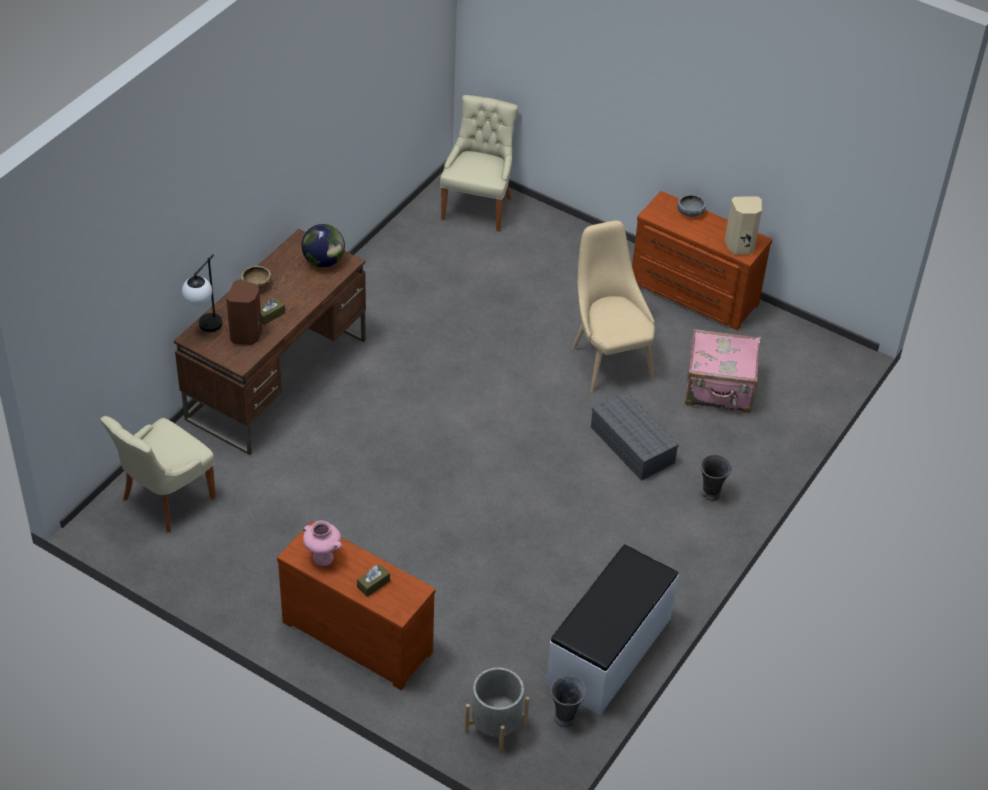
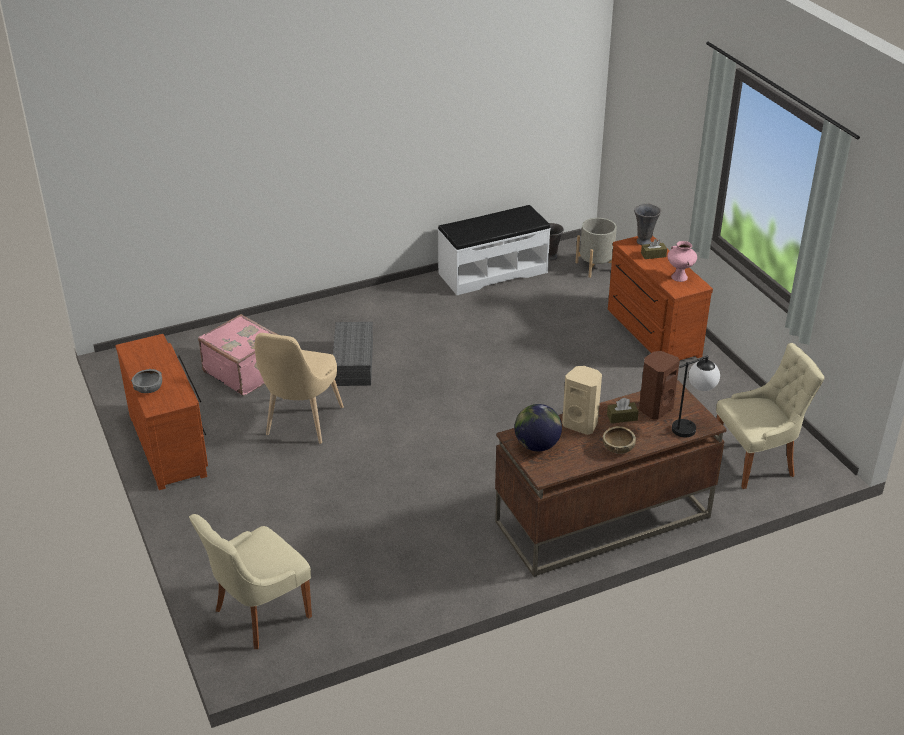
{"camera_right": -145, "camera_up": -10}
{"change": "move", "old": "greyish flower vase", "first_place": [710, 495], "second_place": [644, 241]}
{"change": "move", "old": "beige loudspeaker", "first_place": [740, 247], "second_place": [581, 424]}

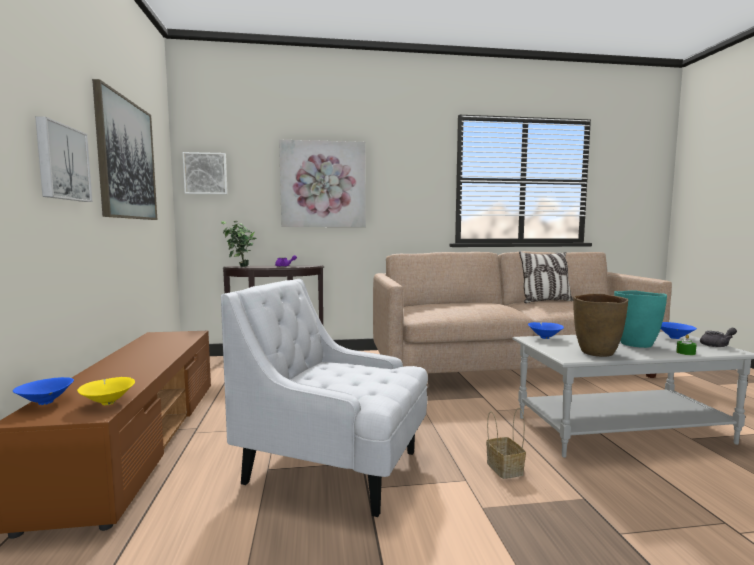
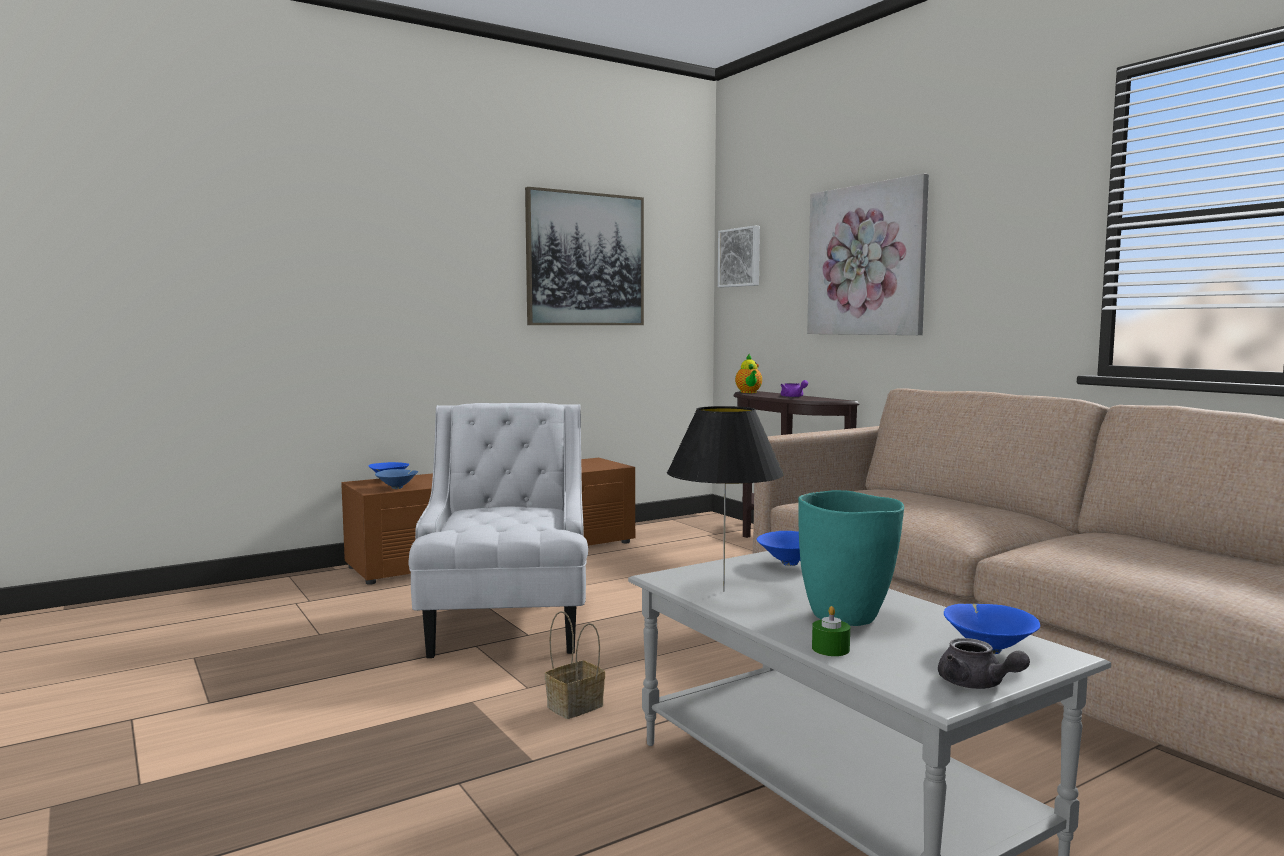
{"camera_right": 65, "camera_up": 0}
{"change": "delete", "old": "wall art", "first_place": [61, 163]}
{"change": "delete", "old": "throw pillow", "first_place": [545, 301]}
{"change": "replace", "old": "potted plant", "new": "tea pot", "first_place": [240, 267], "second_place": [748, 392]}
{"change": "replace", "old": "brown-coloured flower vase", "new": "black-coloured table lamp", "first_place": [597, 353], "second_place": [724, 591]}
{"change": "recolor", "old": "yellow-coloured serving bowl", "new": "blue-coloured serving bowl", "first_place": [108, 402], "second_place": [398, 488]}

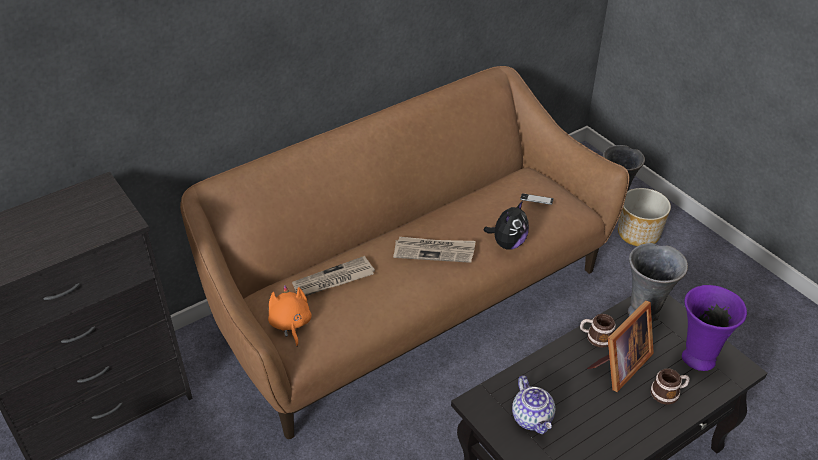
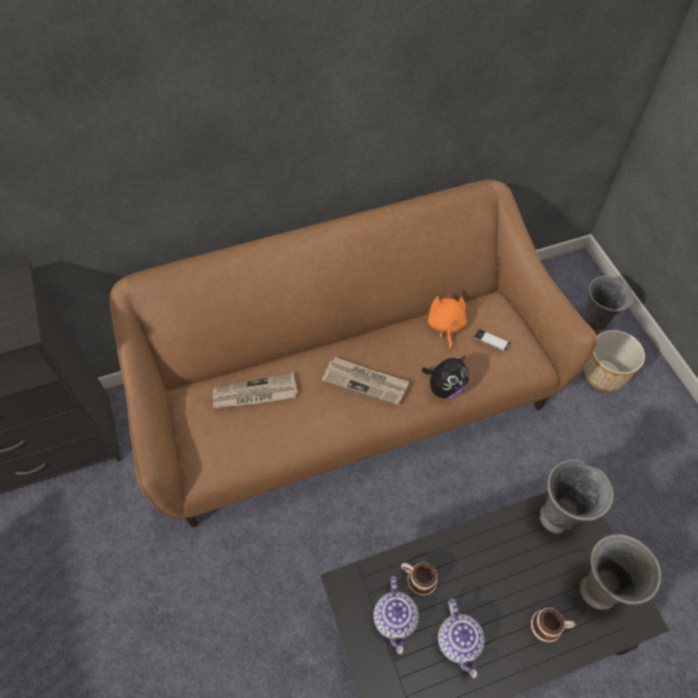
{"camera_right": 15, "camera_up": 15}
{"change": "delete", "old": "photo frame", "first_place": [619, 366]}
{"change": "insert", "new": "tea pot", "second_place": [459, 642]}
{"change": "move", "old": "orange plush toy", "first_place": [290, 324], "second_place": [445, 326]}
{"change": "move", "old": "tea mug", "first_place": [596, 337], "second_place": [417, 579]}
{"change": "recolor", "old": "purplish flower vase", "new": "greyish flower vase", "first_place": [697, 358], "second_place": [596, 590]}

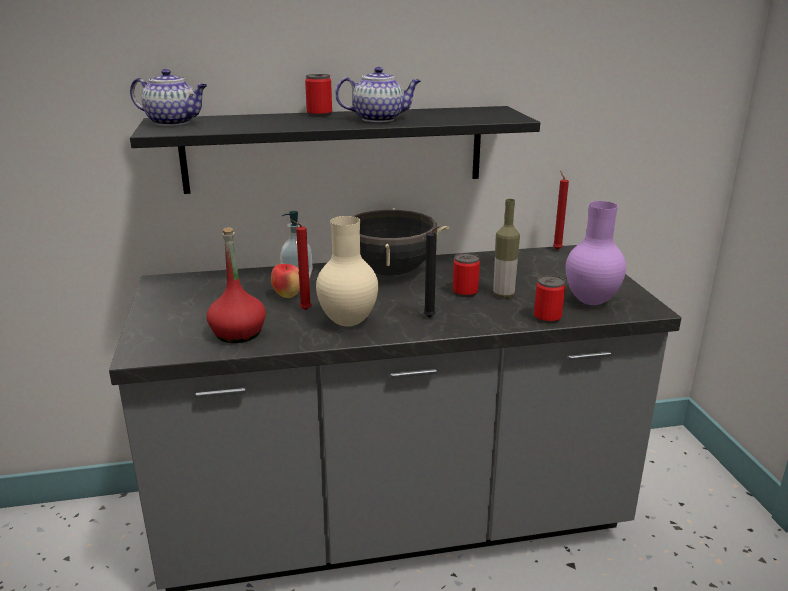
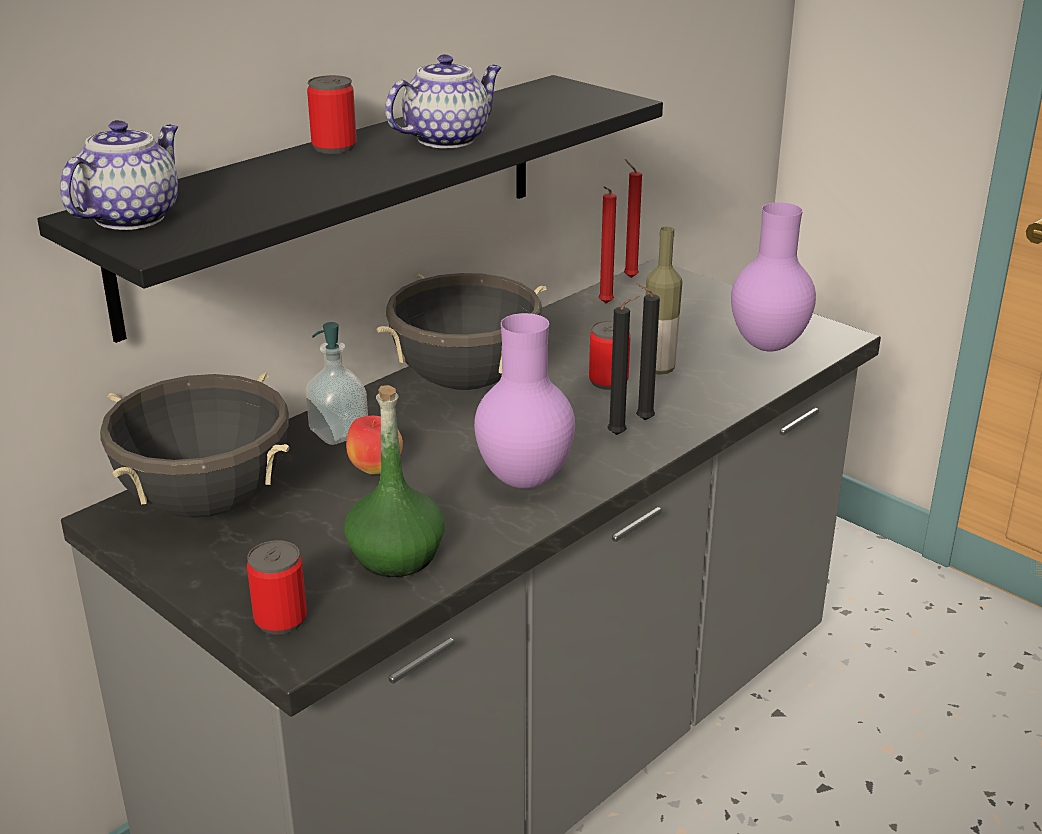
{"camera_right": -35, "camera_up": 5}
{"change": "insert", "new": "black-coloured saucepot", "second_place": [206, 503]}
{"change": "insert", "new": "black-coloured wax light", "second_place": [641, 420]}
{"change": "move", "old": "red-coloured wax light", "first_place": [303, 310], "second_place": [604, 304]}
{"change": "move", "old": "metal can", "first_place": [547, 318], "second_place": [280, 619]}
{"change": "recolor", "old": "red-coloured beverage bottle", "new": "green-coloured beverage bottle", "first_place": [238, 333], "second_place": [397, 556]}
{"change": "recolor", "old": "beige flower vase", "new": "purplish flower vase", "first_place": [347, 322], "second_place": [522, 480]}
{"change": "rotate", "old": "tea pot", "first_place": [174, 122], "second_place": [131, 217], "degrees": -45}

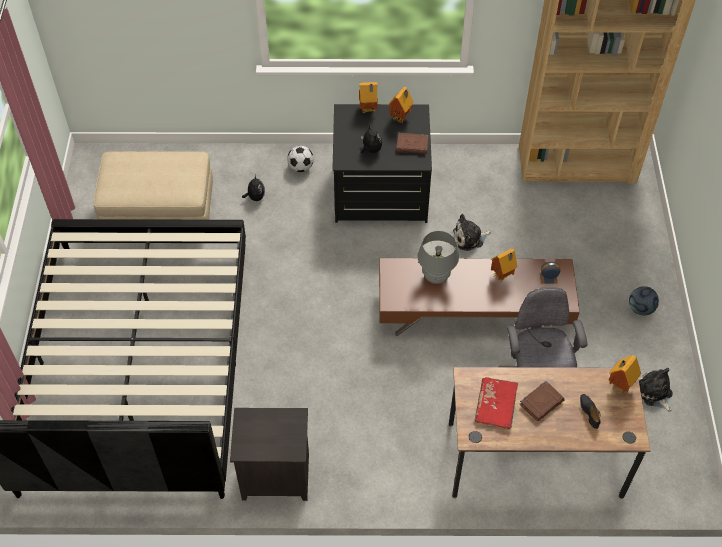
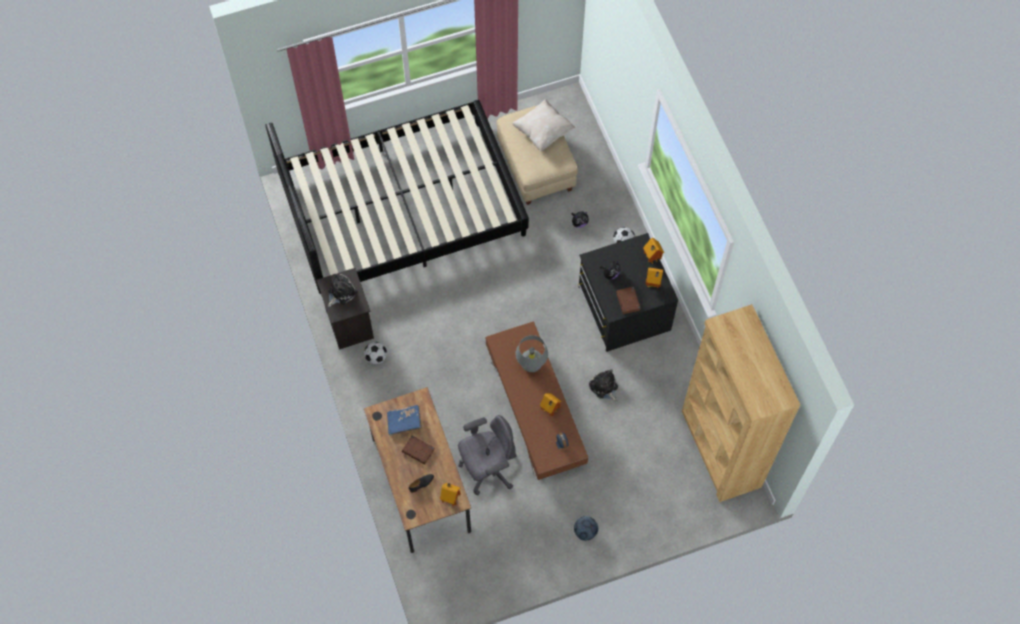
{"camera_right": 70, "camera_up": 10}
{"change": "insert", "new": "football", "second_place": [376, 358]}
{"change": "insert", "new": "beige throw pillow", "second_place": [543, 132]}
{"change": "move", "old": "plush toy", "first_place": [654, 393], "second_place": [341, 292]}
{"change": "recolor", "old": "red-coloured volume", "new": "blue-coloured volume", "first_place": [495, 407], "second_place": [404, 422]}

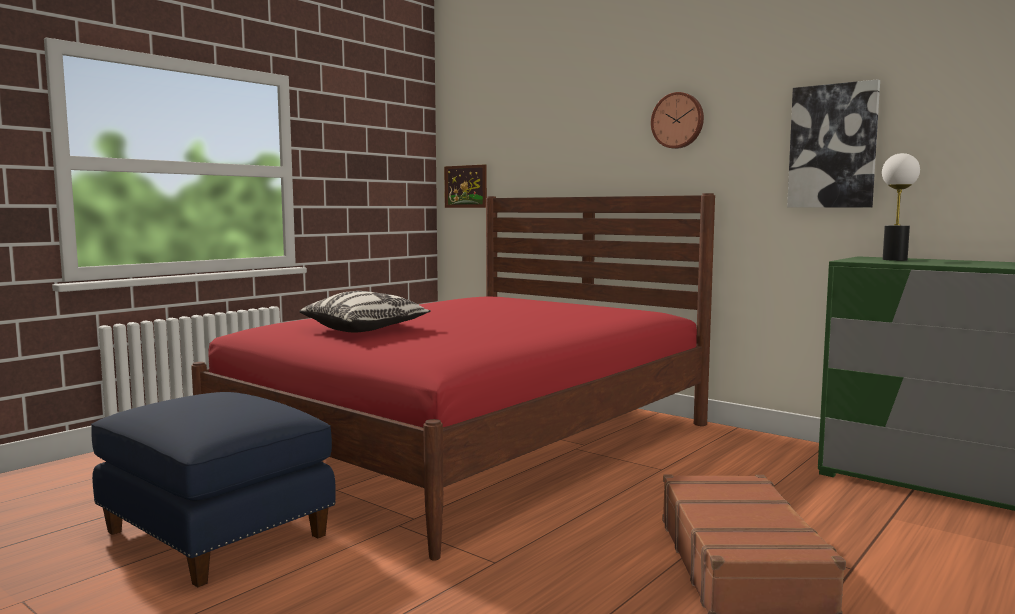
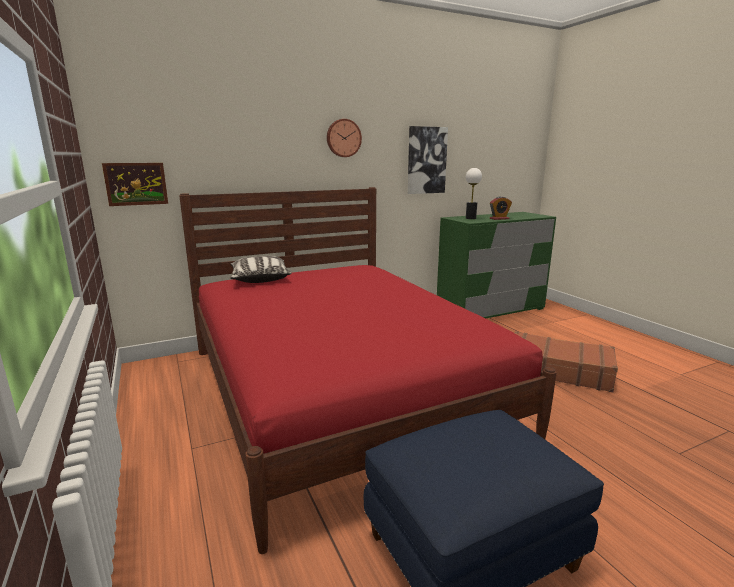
{"camera_right": -65, "camera_up": 10}
{"change": "insert", "new": "alarm clock", "second_place": [499, 219]}
{"change": "move", "old": "throw pillow", "first_place": [365, 329], "second_place": [259, 279]}

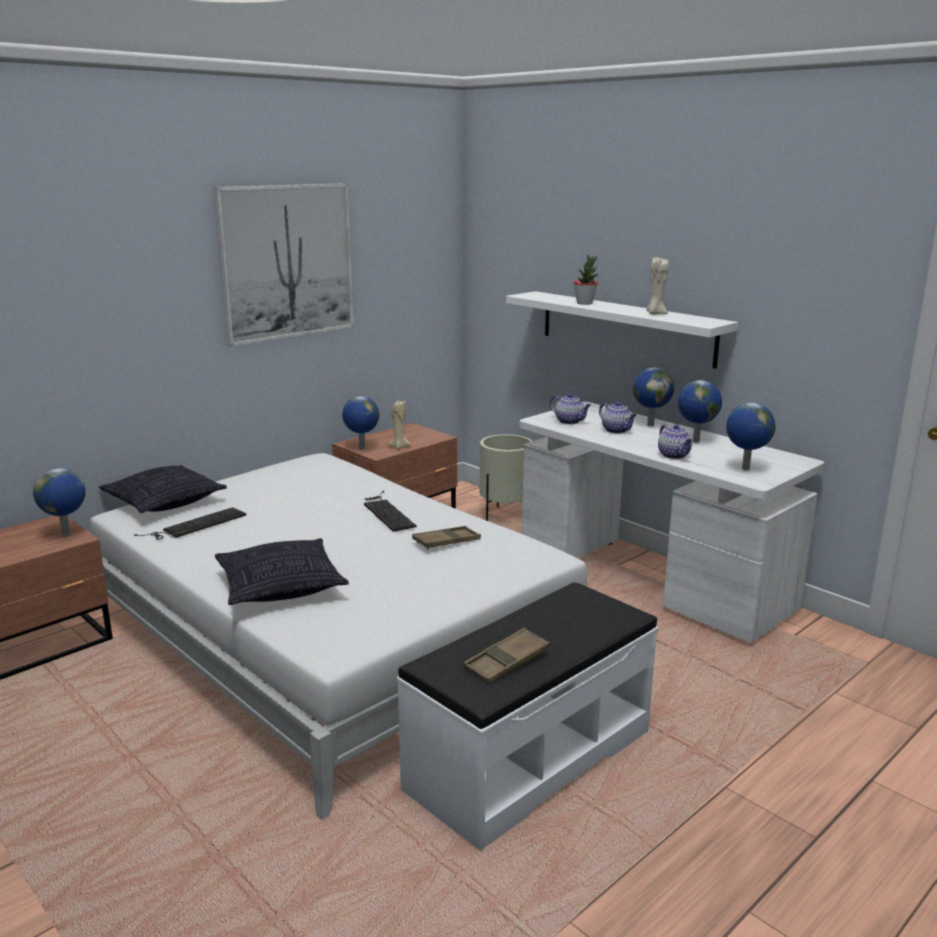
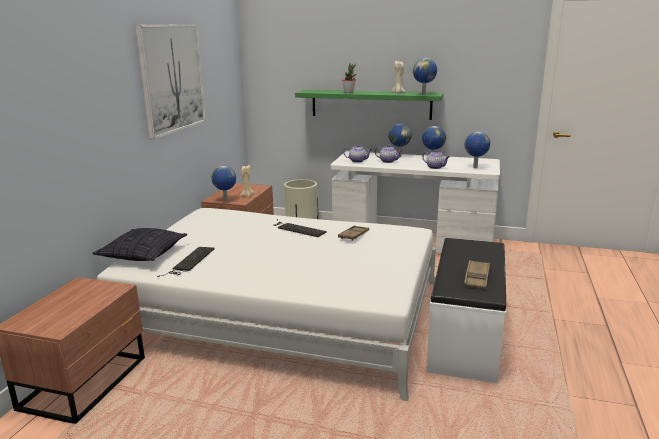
{"camera_right": -30, "camera_up": 0}
{"change": "delete", "old": "throw pillow", "first_place": [281, 587]}
{"change": "move", "old": "world globe", "first_place": [67, 534], "second_place": [424, 94]}
{"change": "recolor", "old": "whitish wall shelf", "new": "green-coloured wall shelf", "first_place": [625, 328], "second_place": [370, 104]}

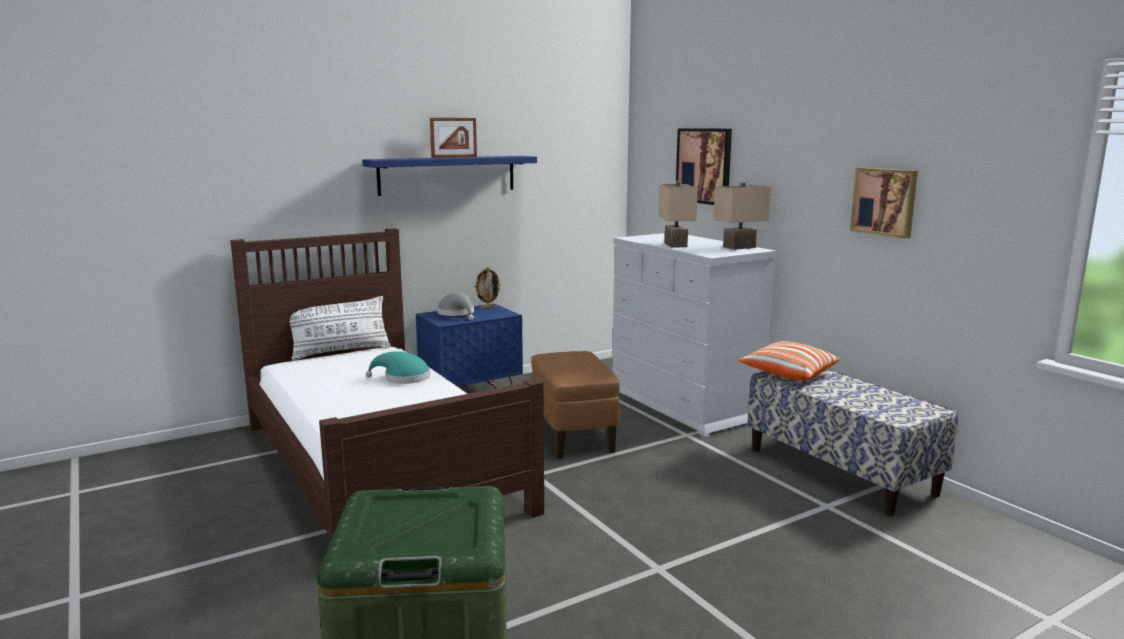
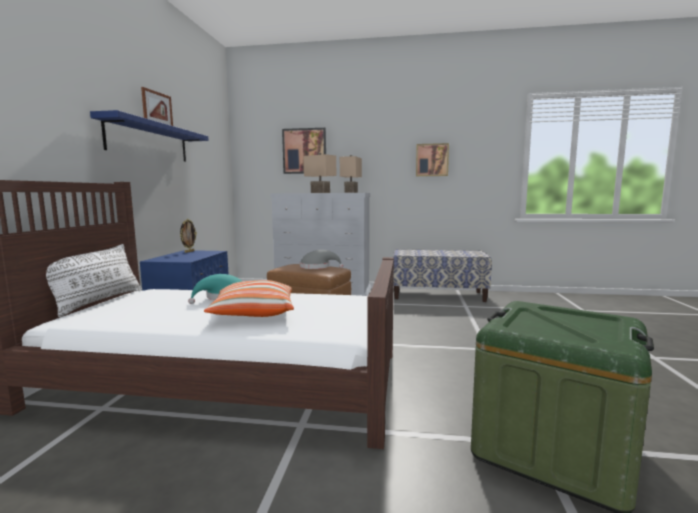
{"camera_right": -50, "camera_up": -5}
{"change": "move", "old": "greyish clothing hat", "first_place": [457, 314], "second_place": [317, 267]}
{"change": "move", "old": "throw pillow", "first_place": [788, 374], "second_place": [253, 313]}

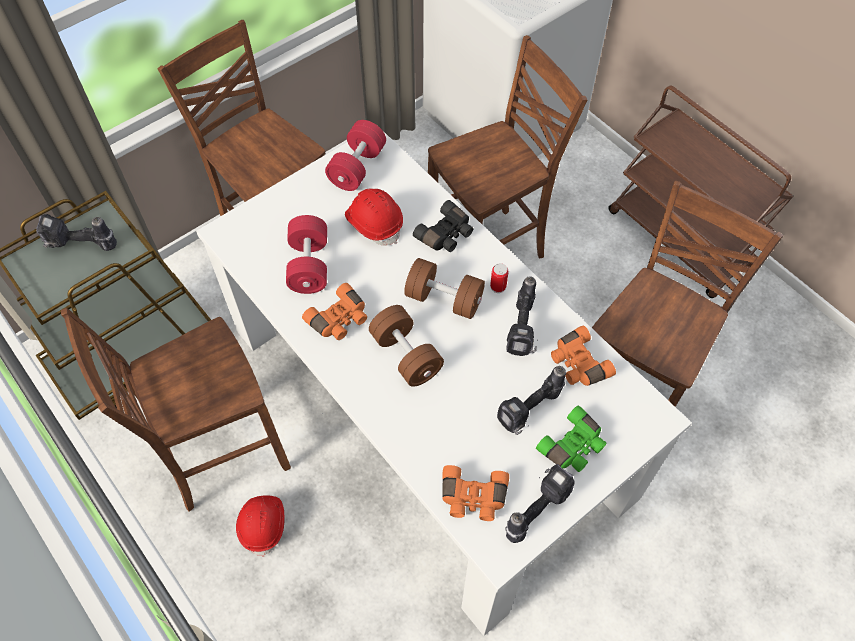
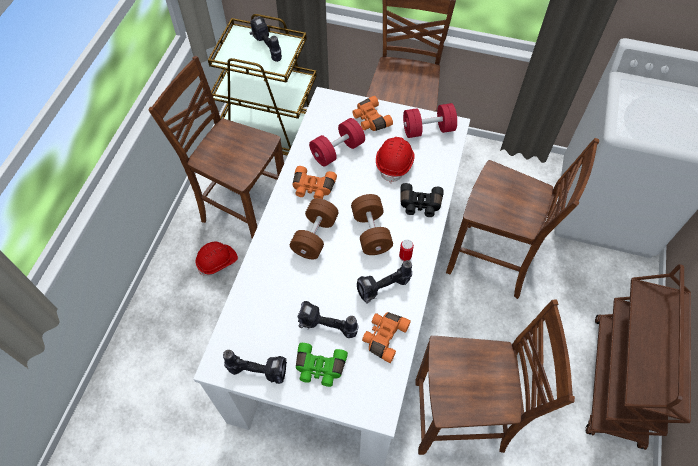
{"camera_right": 55, "camera_up": 0}
{"change": "move", "old": "orange field glasses", "first_place": [473, 498], "second_place": [370, 120]}

